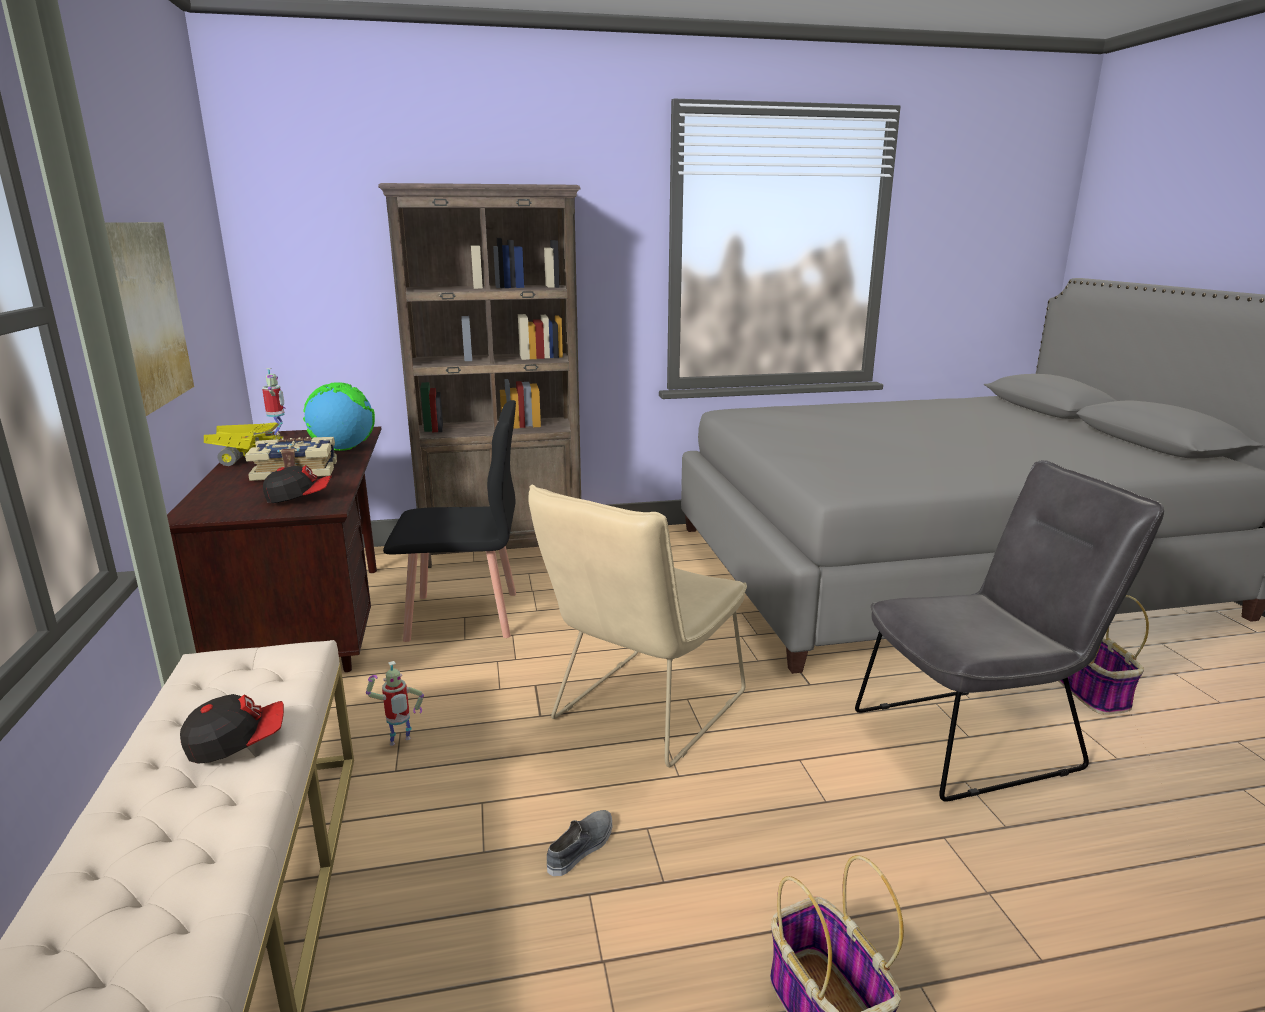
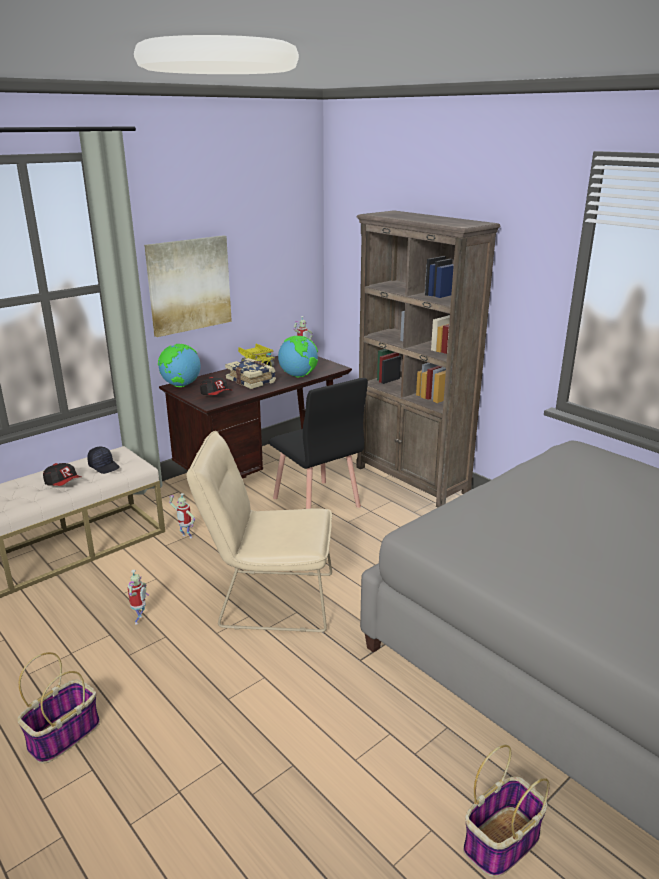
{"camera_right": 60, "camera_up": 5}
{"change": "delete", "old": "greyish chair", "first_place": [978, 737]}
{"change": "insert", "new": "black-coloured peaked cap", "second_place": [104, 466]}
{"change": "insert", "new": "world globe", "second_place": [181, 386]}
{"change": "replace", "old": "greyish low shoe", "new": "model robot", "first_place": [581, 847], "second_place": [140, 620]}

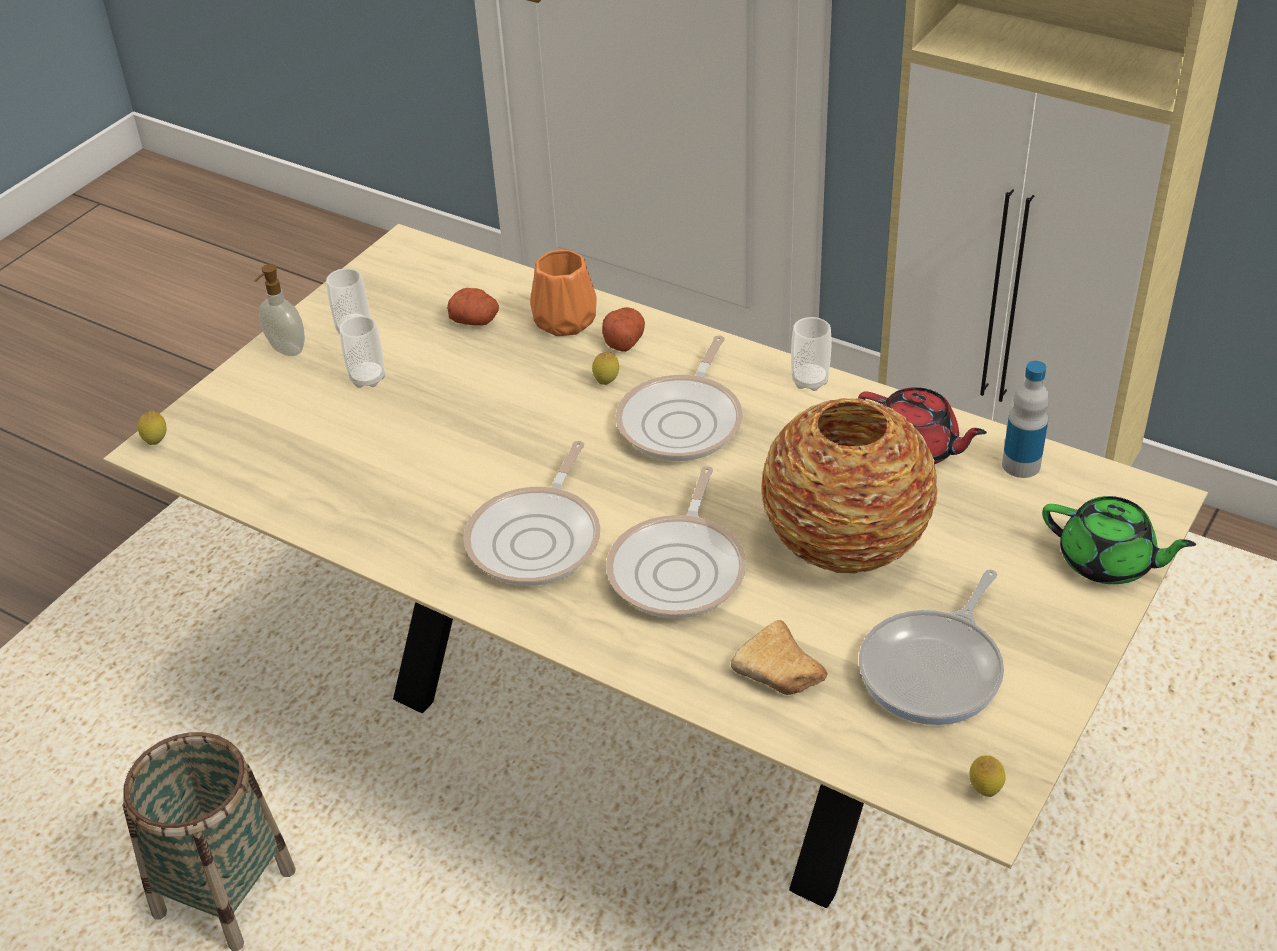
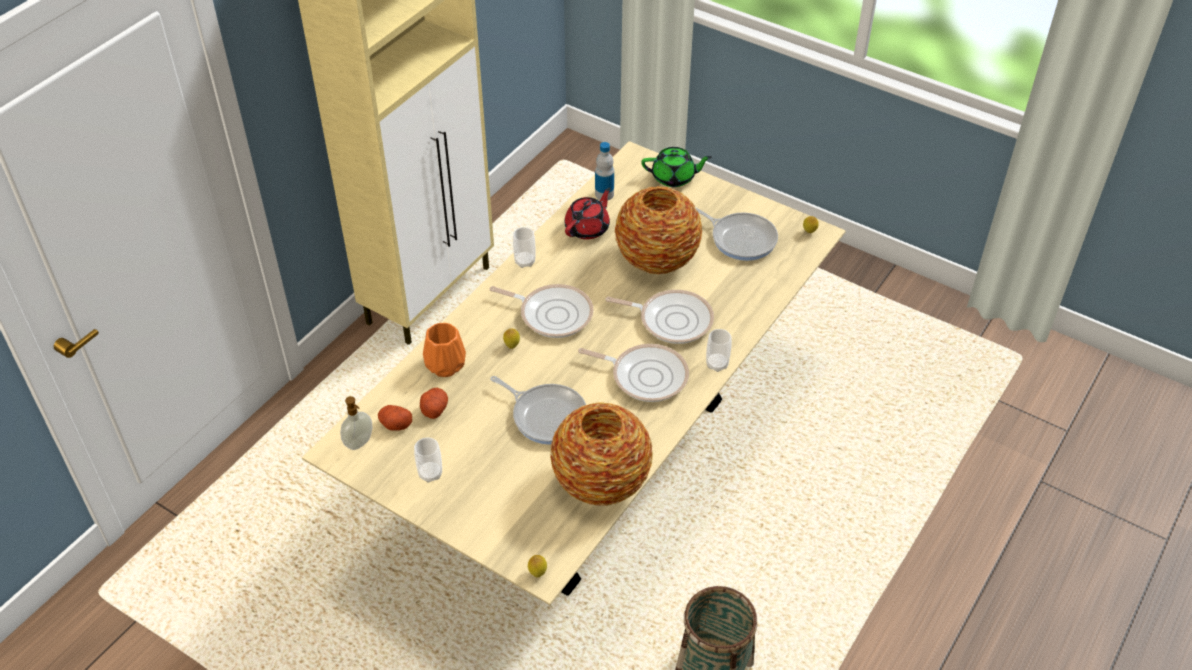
{"camera_right": -90, "camera_up": 5}
{"change": "delete", "old": "bread", "first_place": [782, 675]}
{"change": "insert", "new": "frying pan", "second_place": [546, 415]}
{"change": "insert", "new": "flower vase", "second_place": [602, 482]}
{"change": "move", "old": "liquid soap bottle", "first_place": [286, 350], "second_place": [360, 443]}
{"change": "move", "old": "drinking cup", "first_place": [367, 378], "second_place": [717, 364]}
{"change": "move", "old": "potato", "first_place": [623, 340], "second_place": [395, 424]}
{"change": "rotate", "old": "green-coloured tea pot", "first_place": [1107, 562], "second_place": [674, 177], "degrees": 60}

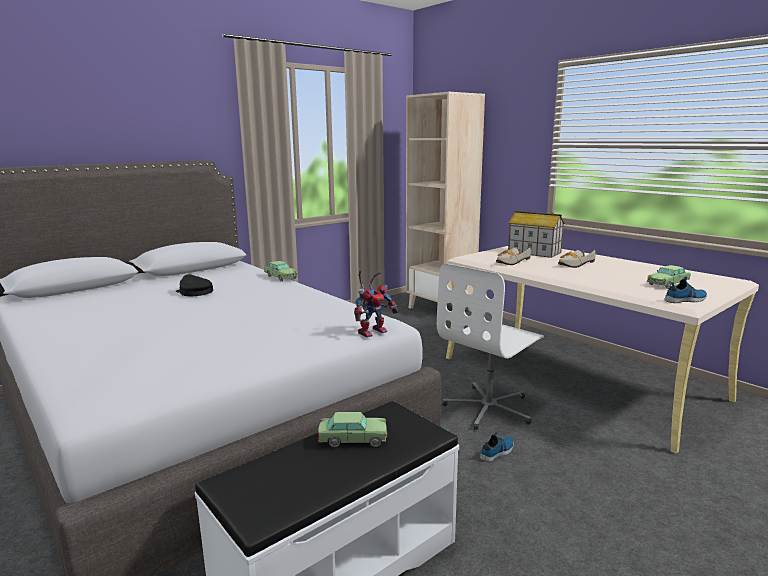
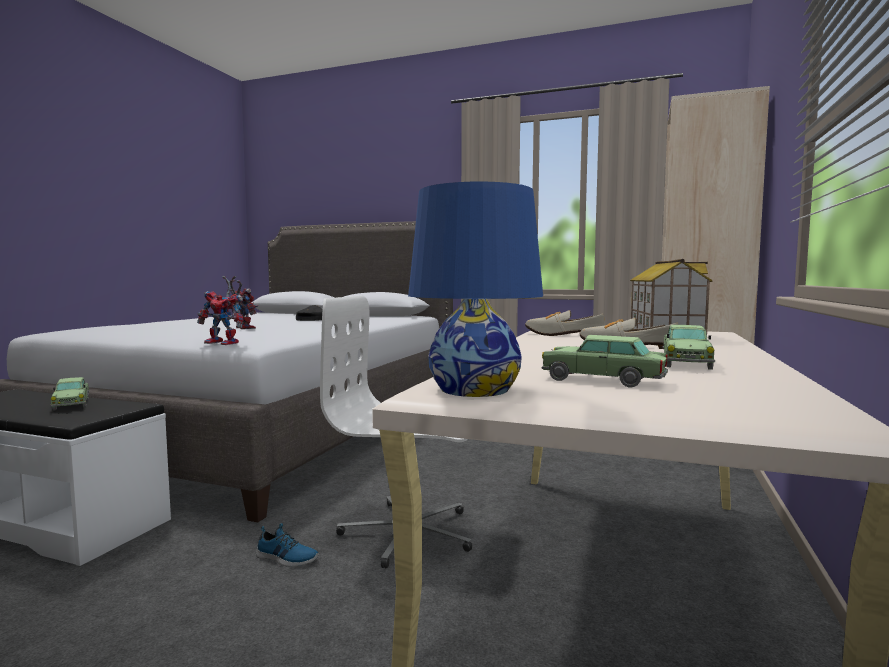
{"camera_right": 60, "camera_up": -10}
{"change": "insert", "new": "model robot", "second_place": [243, 328]}
{"change": "move", "old": "miniature car", "first_place": [280, 277], "second_place": [685, 363]}
{"change": "replace", "old": "low shoe", "new": "blue-coloured table lamp", "first_place": [686, 300], "second_place": [474, 389]}

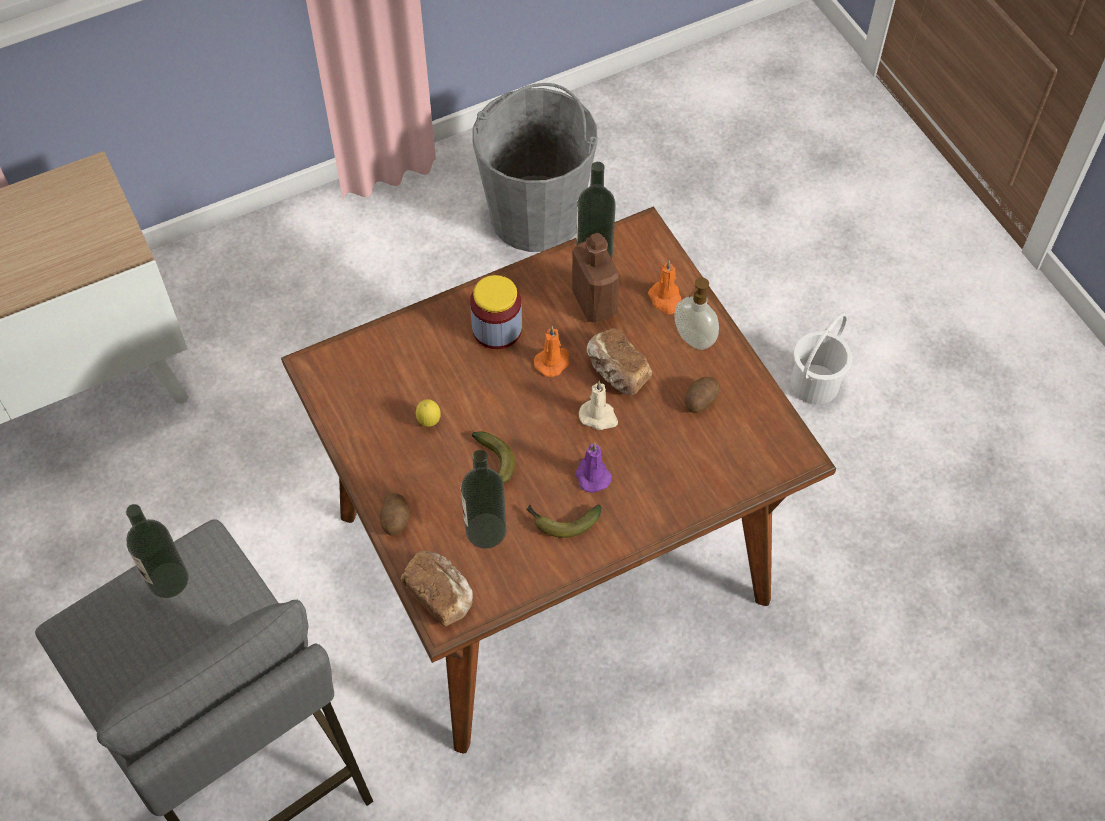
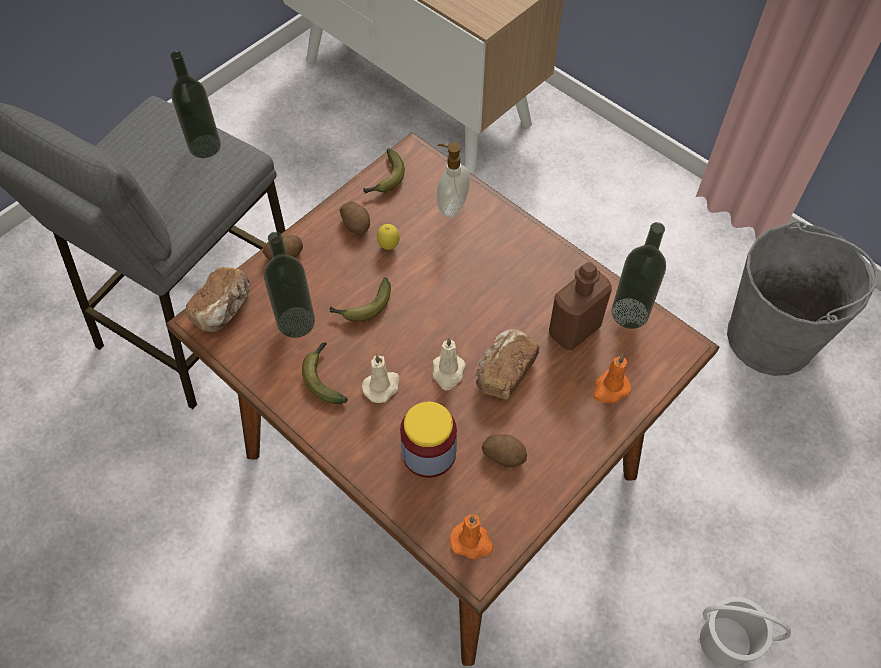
{"camera_right": 70, "camera_up": 0}
{"change": "insert", "new": "potato", "second_place": [356, 224]}
{"change": "insert", "new": "banana", "second_place": [385, 179]}
{"change": "move", "old": "storage jar", "first_place": [497, 329], "second_place": [429, 453]}
{"change": "move", "old": "orange wax light", "first_place": [553, 361], "second_place": [472, 542]}
{"change": "move", "old": "liquid soap bottle", "first_place": [693, 339], "second_place": [451, 206]}
{"change": "recolor", "old": "purplish wax light", "new": "beige wax light", "first_place": [592, 475], "second_place": [382, 386]}

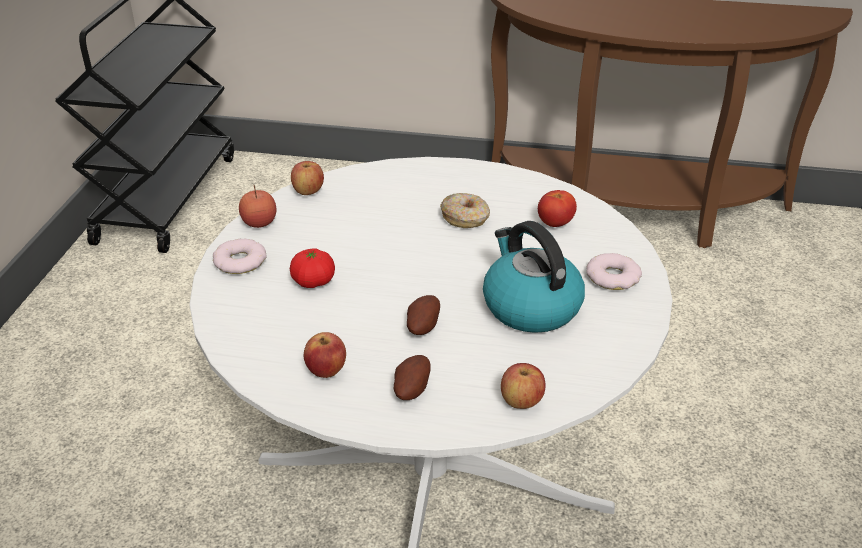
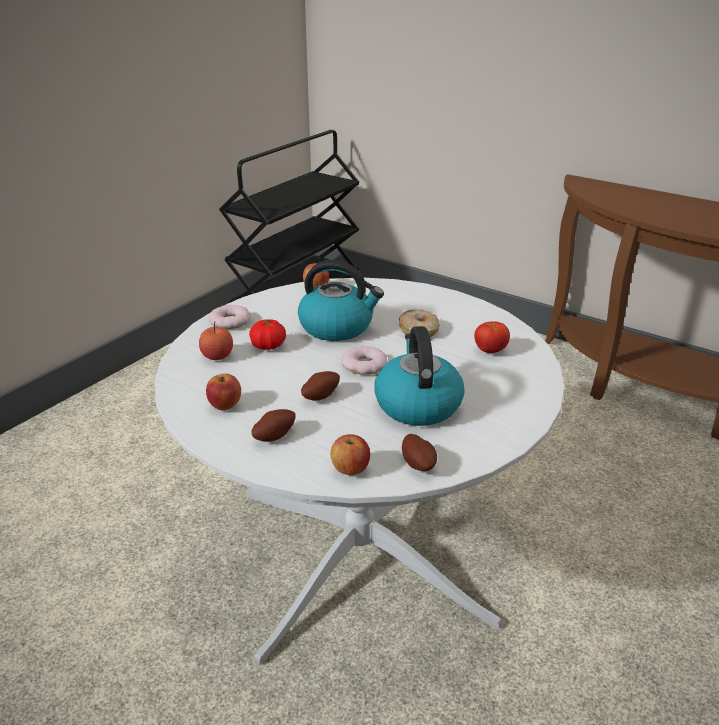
{"camera_right": 25, "camera_up": -5}
{"change": "insert", "new": "water kettle", "second_place": [337, 327]}
{"change": "insert", "new": "potato", "second_place": [419, 464]}
{"change": "move", "old": "whole apple", "first_place": [259, 223], "second_place": [217, 356]}
{"change": "move", "old": "ring doughnut", "first_place": [613, 277], "second_place": [364, 365]}

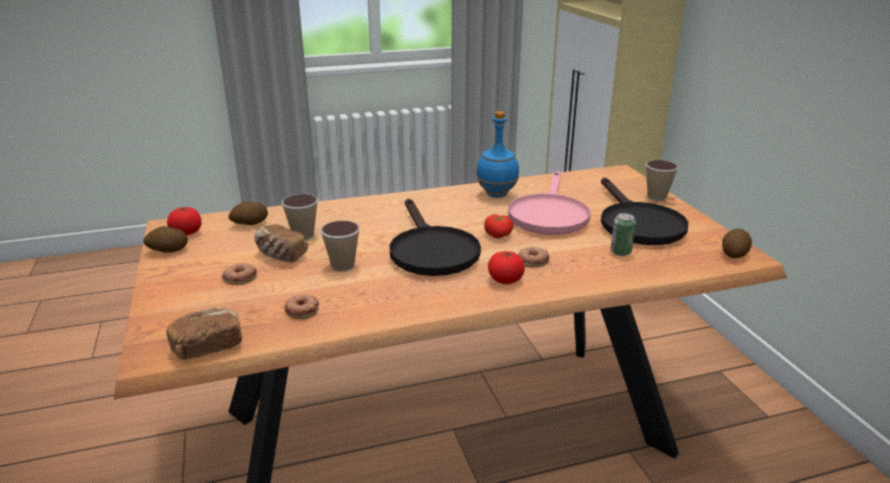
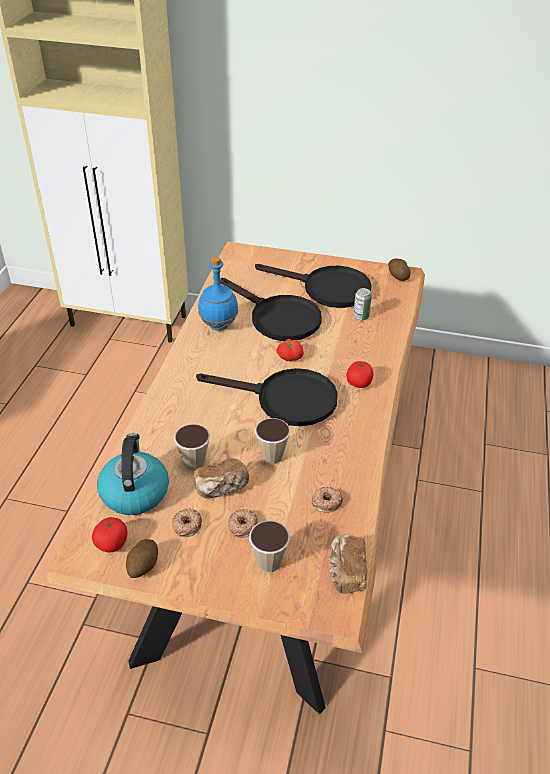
{"camera_right": -60, "camera_up": 15}
{"change": "move", "old": "ring doughnut", "first_place": [532, 260], "second_place": [187, 525]}
{"change": "move", "old": "drinking cup", "first_place": [656, 197], "second_place": [269, 562]}
{"change": "replace", "old": "potato", "new": "water kettle", "first_place": [249, 224], "second_place": [134, 492]}
{"change": "recolor", "old": "pinkish frying pan", "new": "black-coloured frying pan", "first_place": [548, 214], "second_place": [277, 318]}

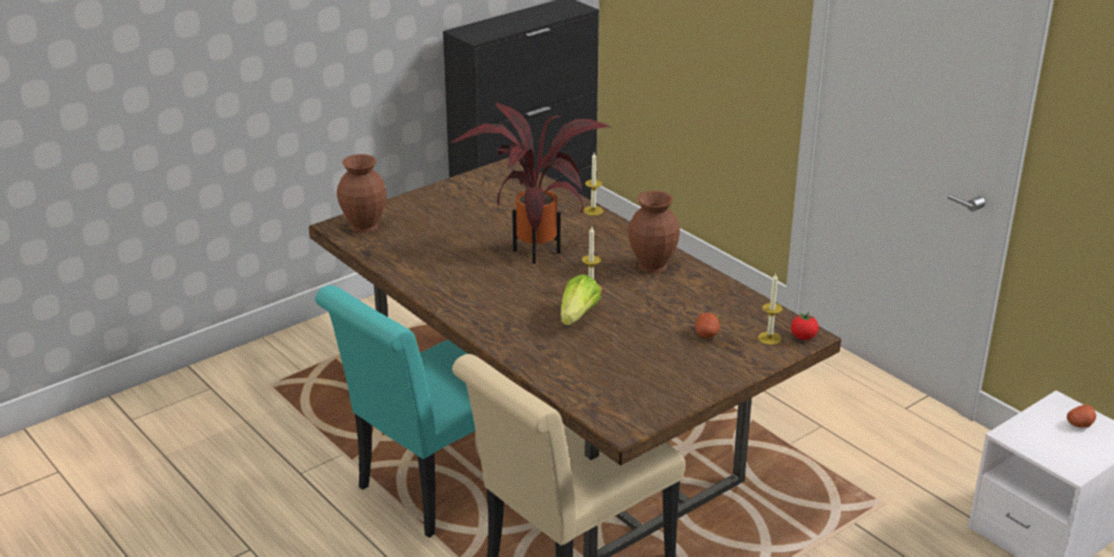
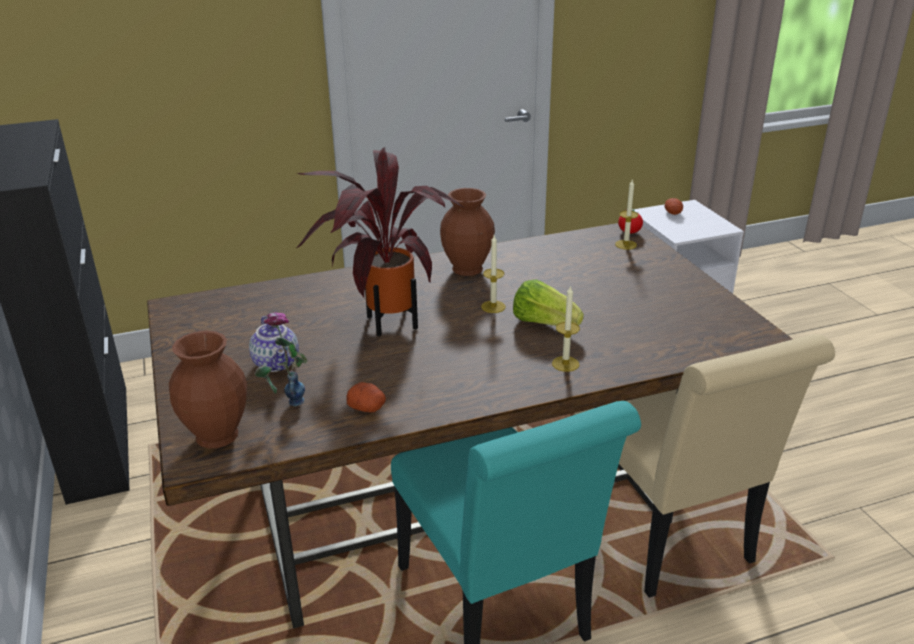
{"camera_right": -70, "camera_up": 0}
{"change": "insert", "new": "tea pot", "second_place": [277, 363]}
{"change": "insert", "new": "flower vase", "second_place": [284, 403]}
{"change": "move", "old": "wax light", "first_place": [593, 211], "second_place": [565, 364]}
{"change": "move", "old": "potato", "first_place": [707, 334], "second_place": [367, 408]}

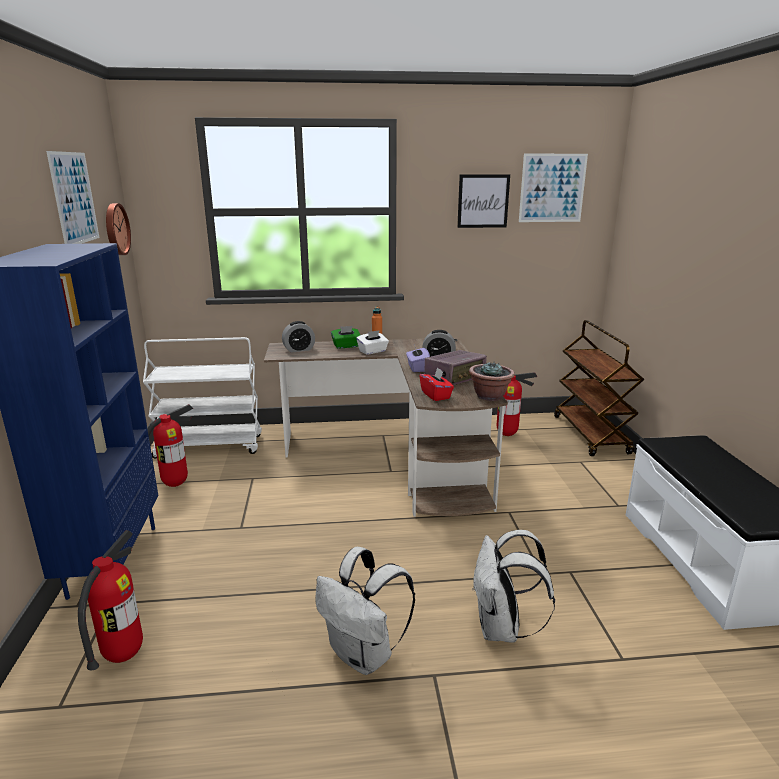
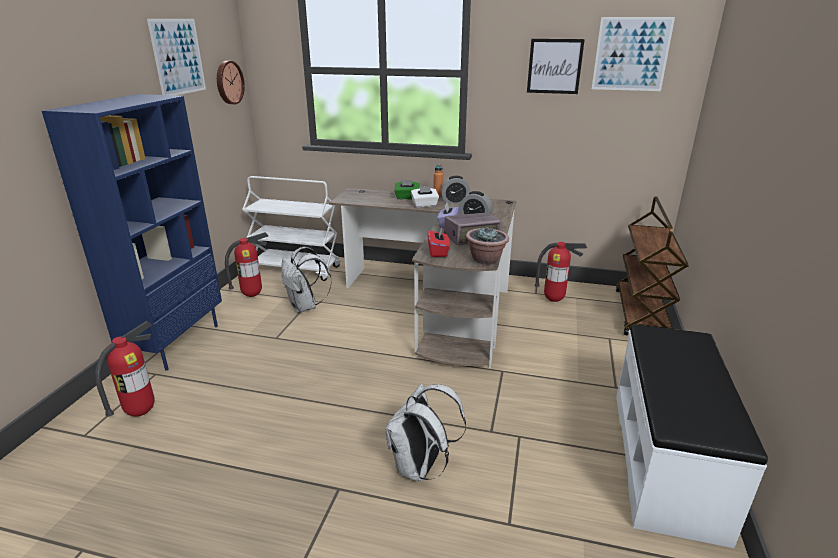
{"camera_right": 20, "camera_up": 5}
{"change": "move", "old": "alarm clock", "first_place": [299, 349], "second_place": [455, 201]}
{"change": "move", "old": "whitish backpack", "first_place": [364, 655], "second_place": [305, 307]}

